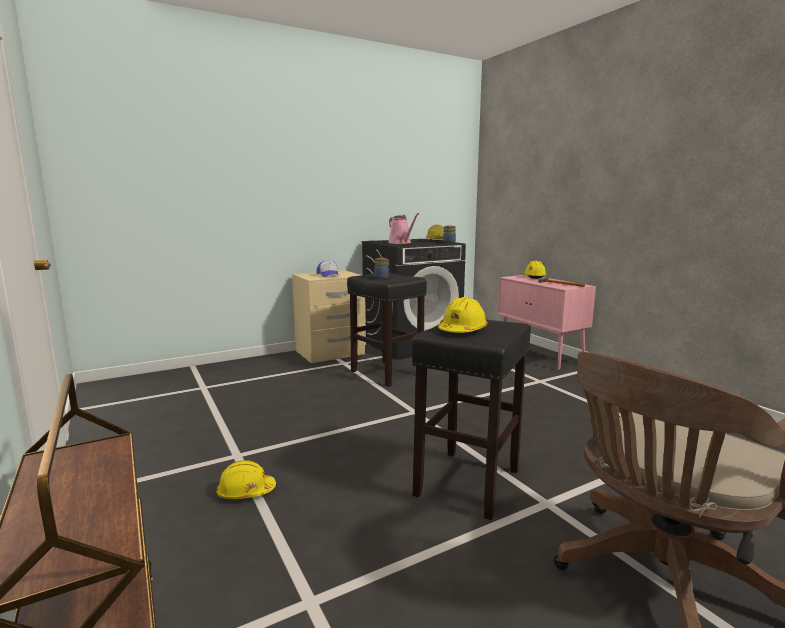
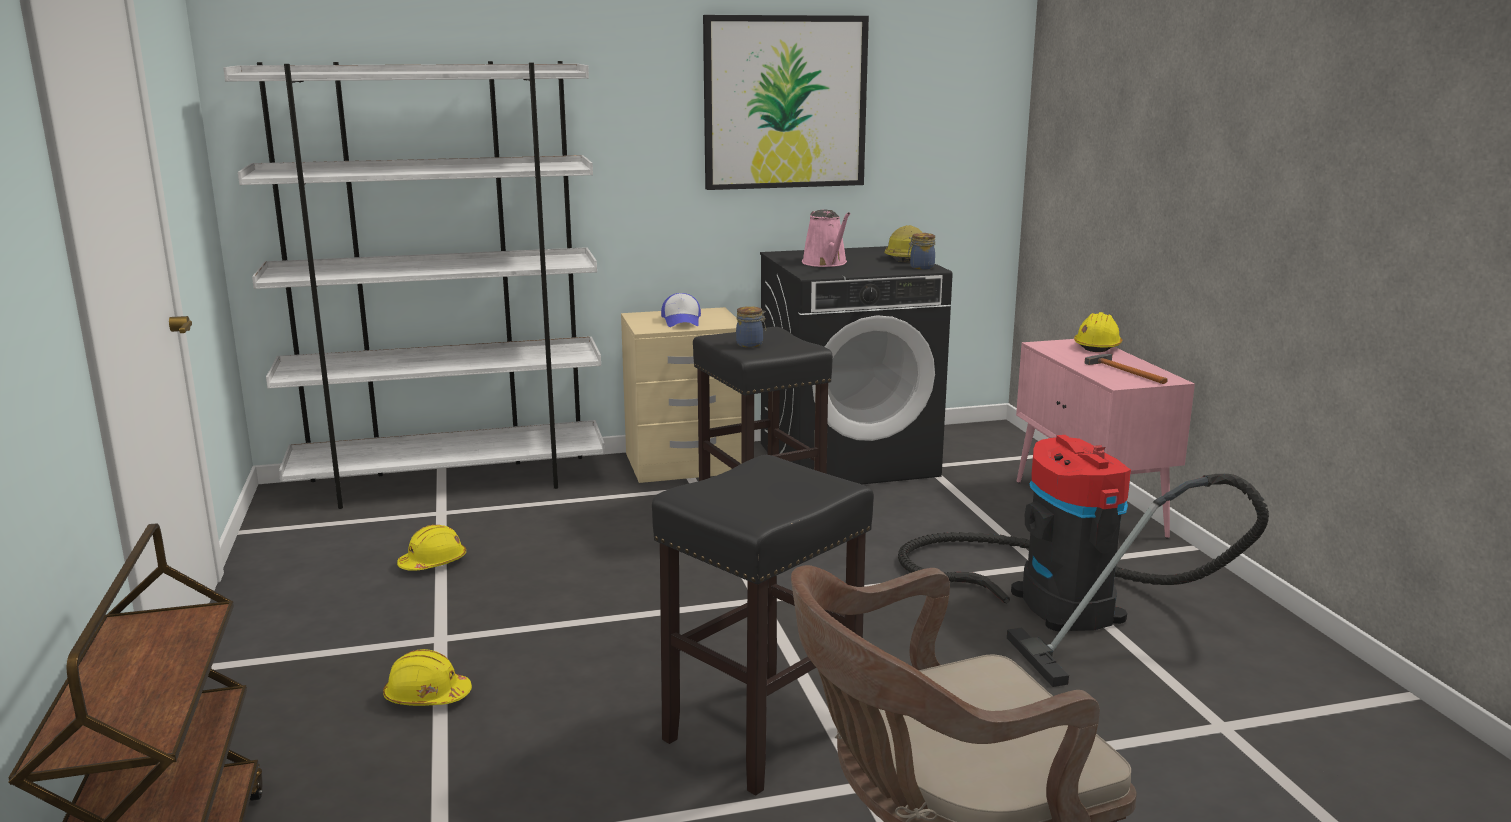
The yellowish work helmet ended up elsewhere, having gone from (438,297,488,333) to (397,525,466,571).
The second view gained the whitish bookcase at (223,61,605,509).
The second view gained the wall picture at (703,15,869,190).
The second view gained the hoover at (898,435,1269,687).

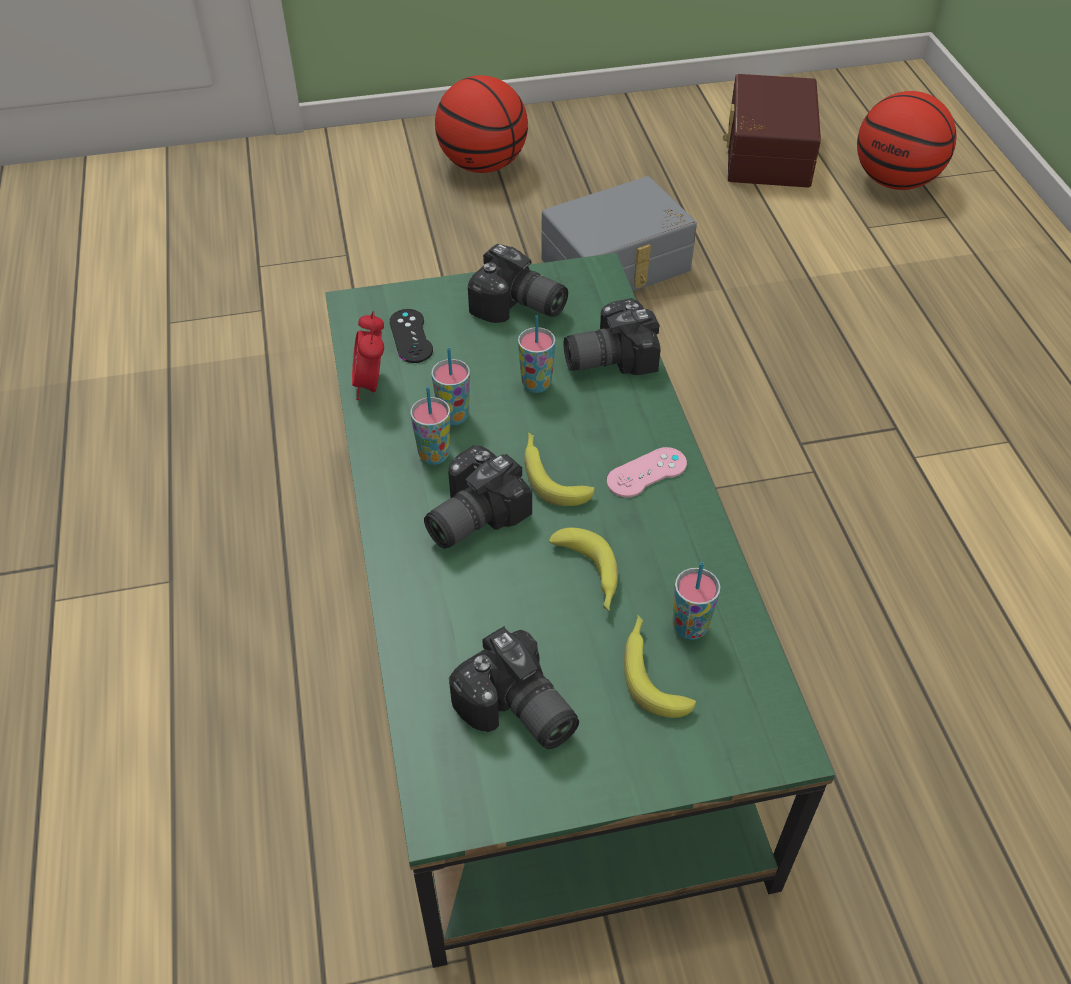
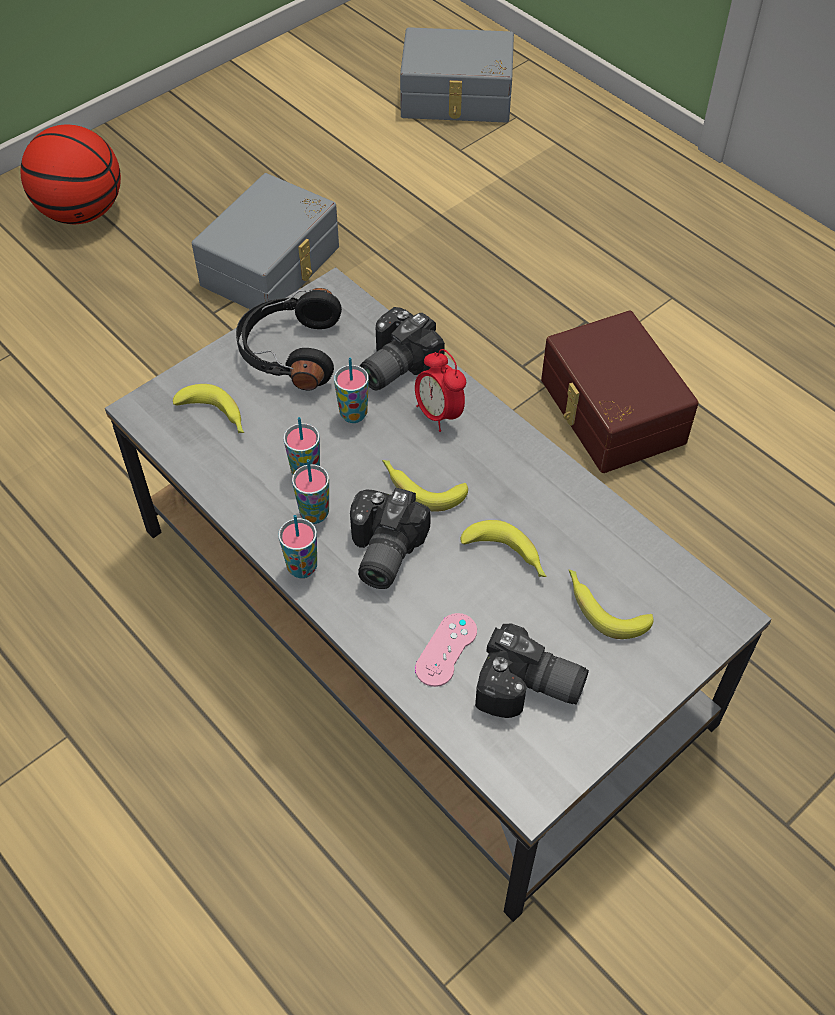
What was the green-coloured coffee table at (325,253,835,968) turned into the gray coffee table at (105,267,771,922).
The bedside clock ended up elsewhere, having gone from (352,311,384,400) to (415,349,466,432).
Where the black game controller stood at (389,309,433,363), the banana came to stand at (173,384,244,433).
Where the still camera stood at (468,244,568,323), the black headphones came to stand at (236,288,342,390).
The pink-coloured game controller ended up elsewhere, having gone from (607,447,687,497) to (415,613,477,687).
The drinking cup ended up elsewhere, having gone from (673,562,721,640) to (278,515,317,578).
The brown-coloured storage container ended up elsewhere, having gone from (723,74,821,188) to (541,311,699,473).
Where the basketball ball stood at (857,91,956,190), the gray storage container came to stand at (400,27,514,122).

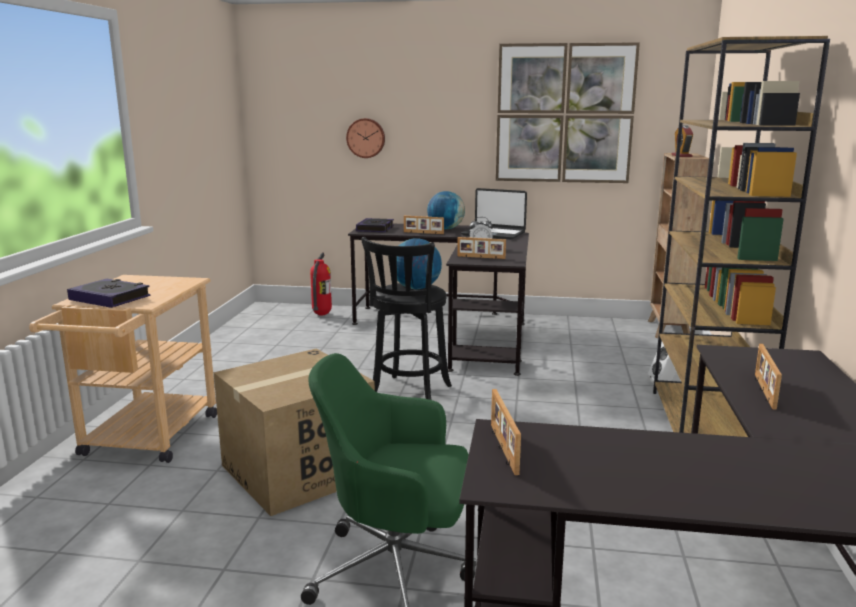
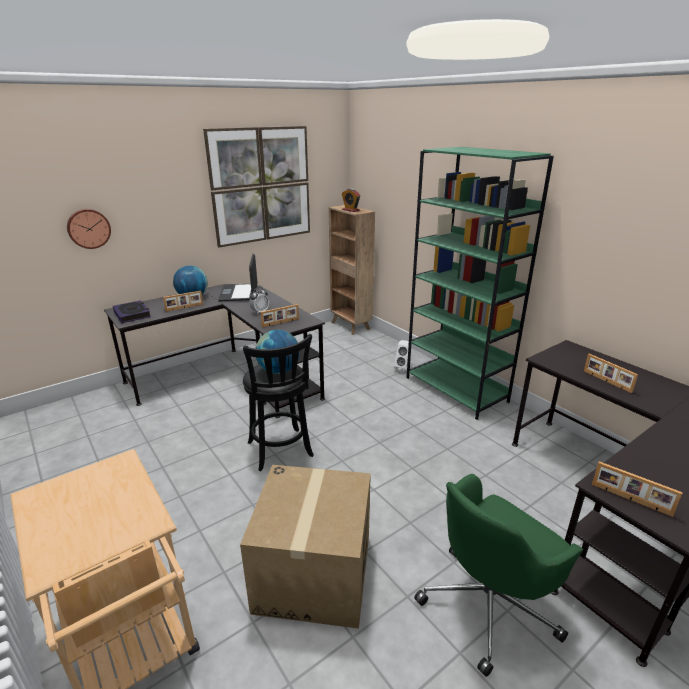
The second view lost the volume at (67,279,150,308).
The second view lost the extinguisher at (310,252,332,316).
The laptop at (461,188,527,239) ended up facing another way, 105 degrees clockwise from before.
What was the brown-coloured bookcase at (653,36,830,437) turned into the green-coloured bookcase at (407,147,554,420).

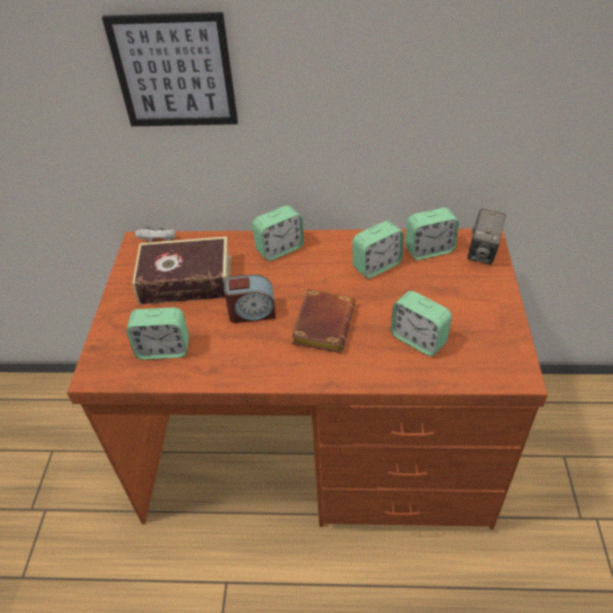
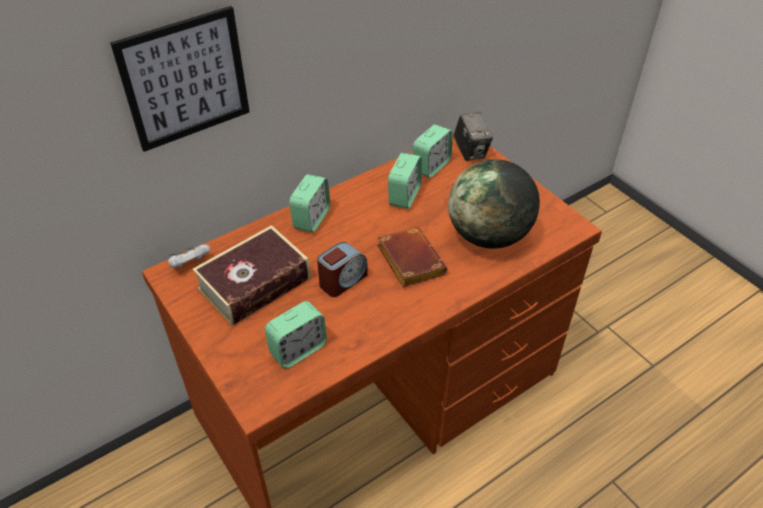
Where the bedside clock stood at (391,291,452,356), the world globe came to stand at (448,159,540,249).

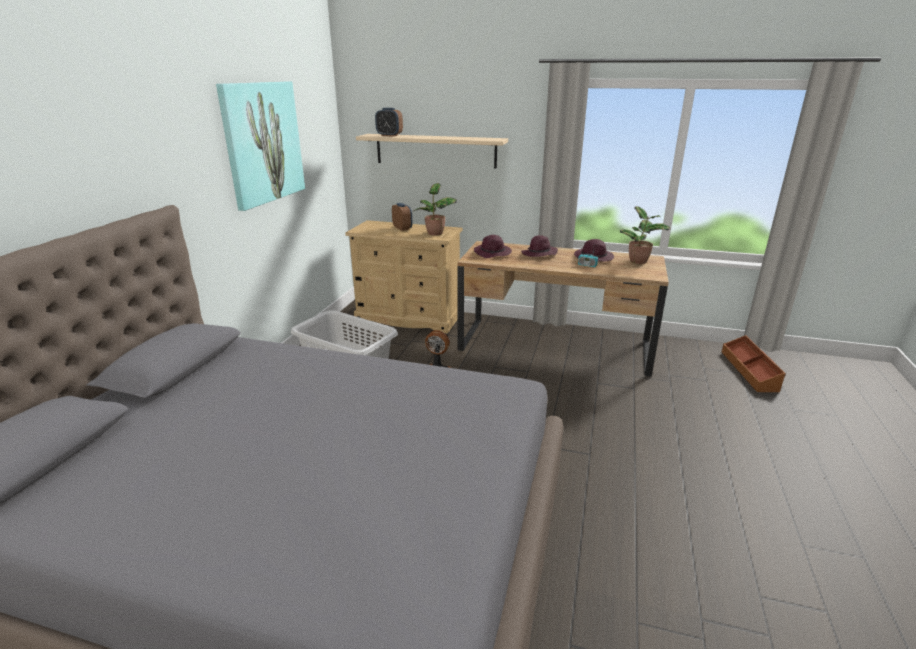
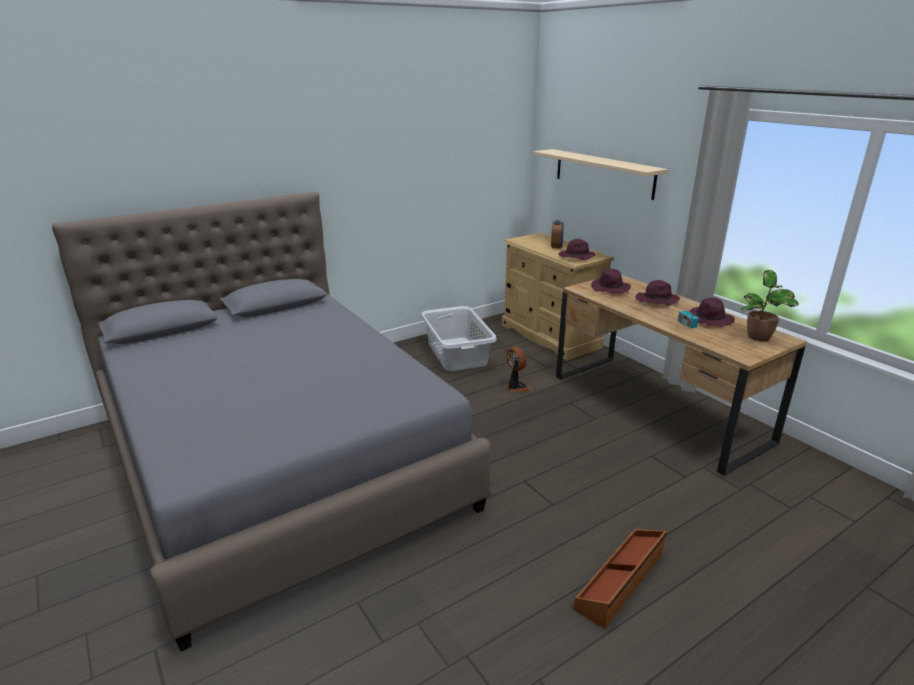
The second view lost the wall picture at (216,82,305,211).
The second view lost the bedside clock at (375,108,403,137).
Where the plant in a pot stood at (414,183,457,236), the purplish wearable hat came to stand at (559,239,596,261).
The brown-coloured storage container ended up elsewhere, having gone from (722,335,786,392) to (574,529,667,629).

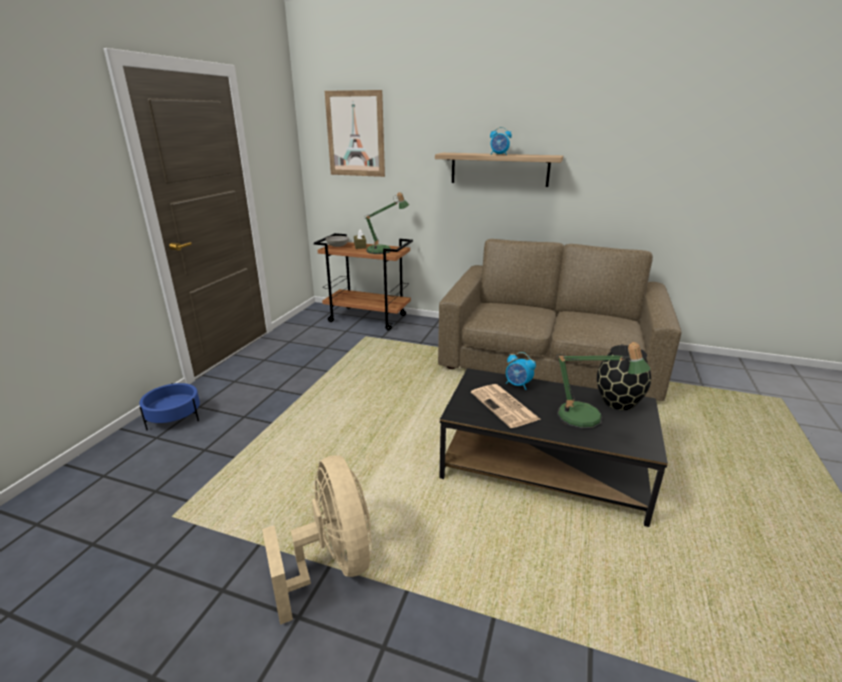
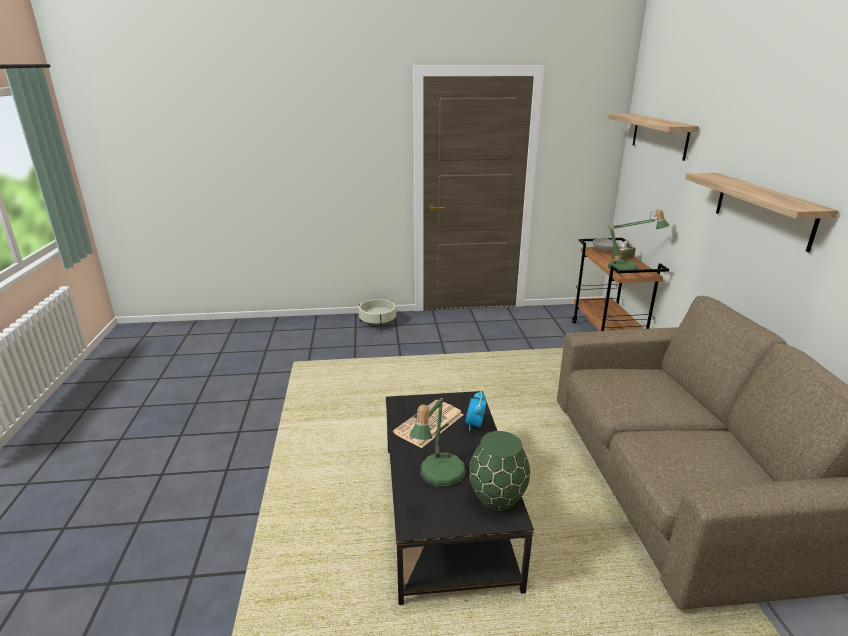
What was the bluish plant pot at (139,383,200,430) turned into the beige-coloured plant pot at (359,299,396,332).
The second view lost the beige-coloured fan at (262,456,372,625).
Where the wall picture hung at (325,90,385,177), the shelf came to hang at (608,114,699,161).
The second view lost the bedside clock at (490,127,512,155).
What was the black flower vase at (597,345,651,410) turned into the green-coloured flower vase at (469,431,530,511).

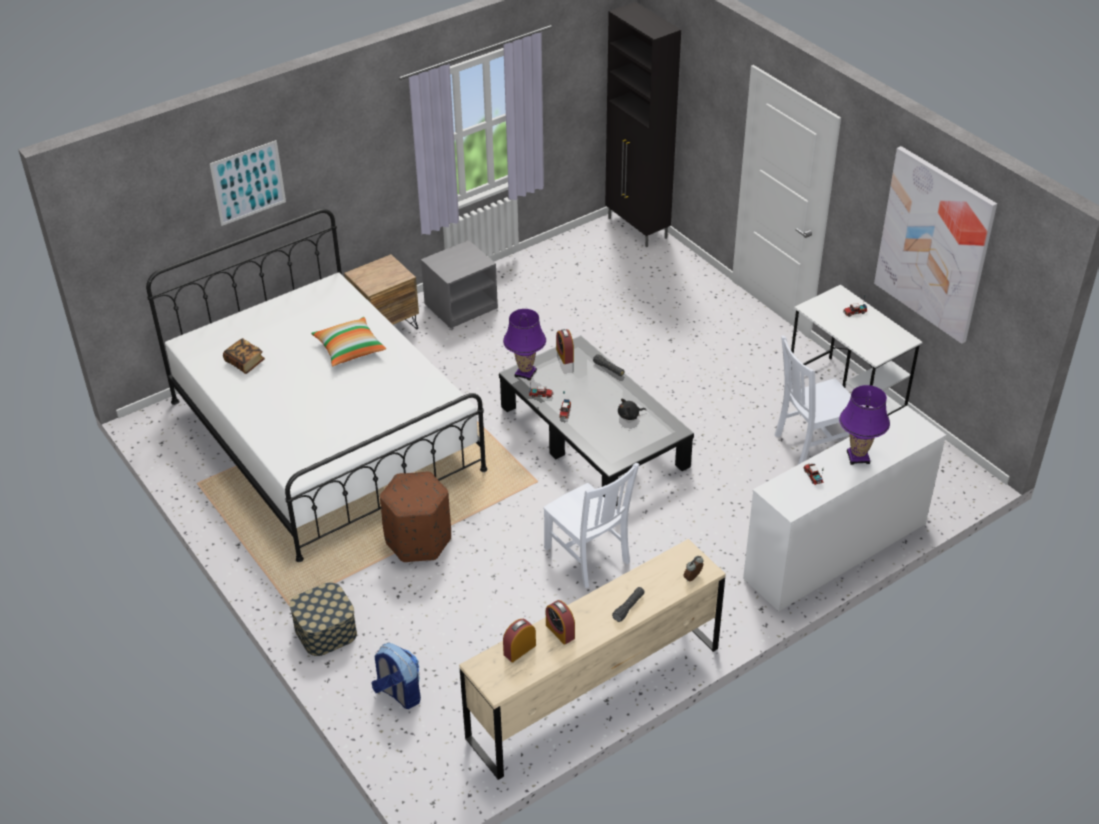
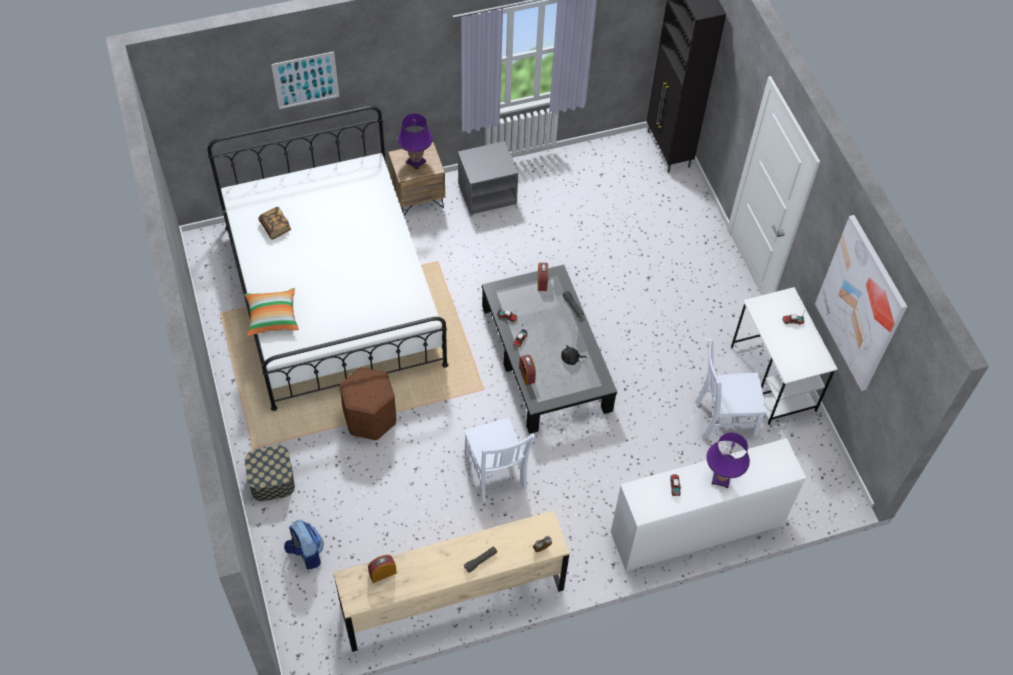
The throw pillow ended up elsewhere, having gone from (311,317,386,366) to (244,288,299,336).
The purplish table lamp ended up elsewhere, having gone from (503,309,546,381) to (397,114,433,170).
The bedside clock ended up elsewhere, having gone from (546,600,575,645) to (519,355,536,385).

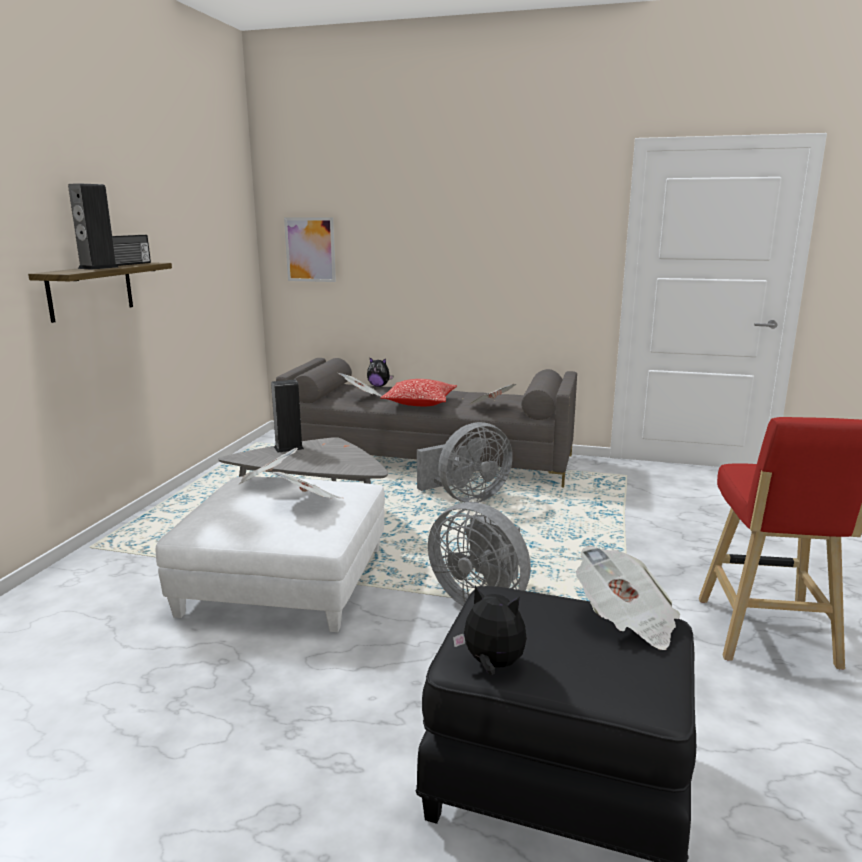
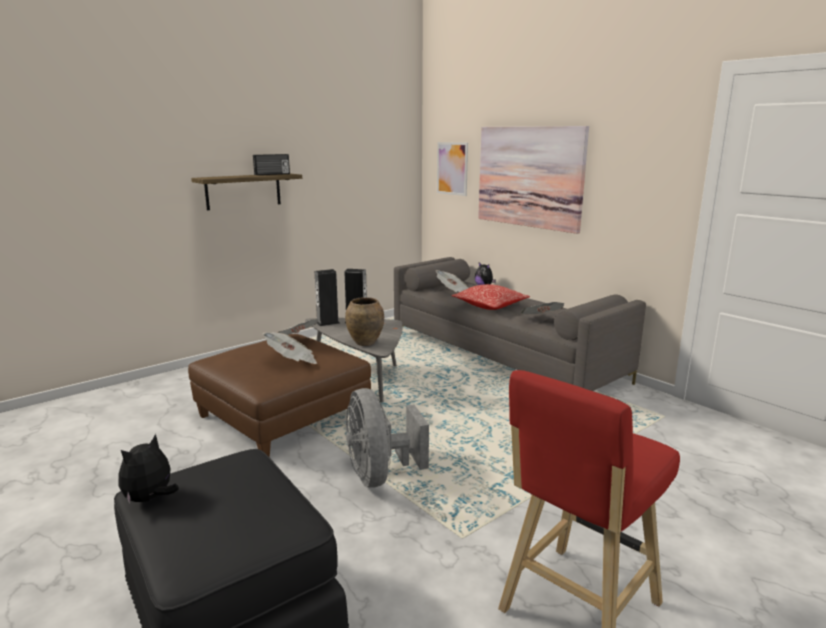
The loudspeaker ended up elsewhere, having gone from (68,183,118,270) to (315,269,340,326).
What was the whitish footrest at (156,476,385,632) turned into the brown-coloured footrest at (188,334,371,458).
The second view lost the gray fan at (417,422,513,503).
The cuddly toy at (453,585,527,675) ended up facing another way, 120 degrees counterclockwise from before.
The second view lost the daily paper at (576,546,680,650).
The second view gained the brown-coloured flower vase at (345,297,384,346).
The second view gained the wall picture at (478,126,589,234).

